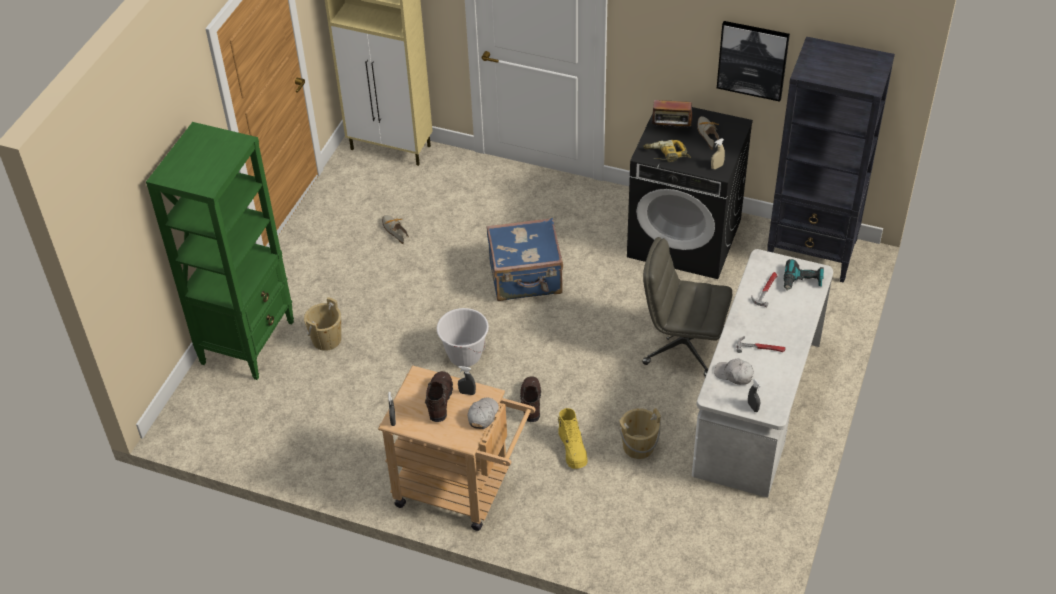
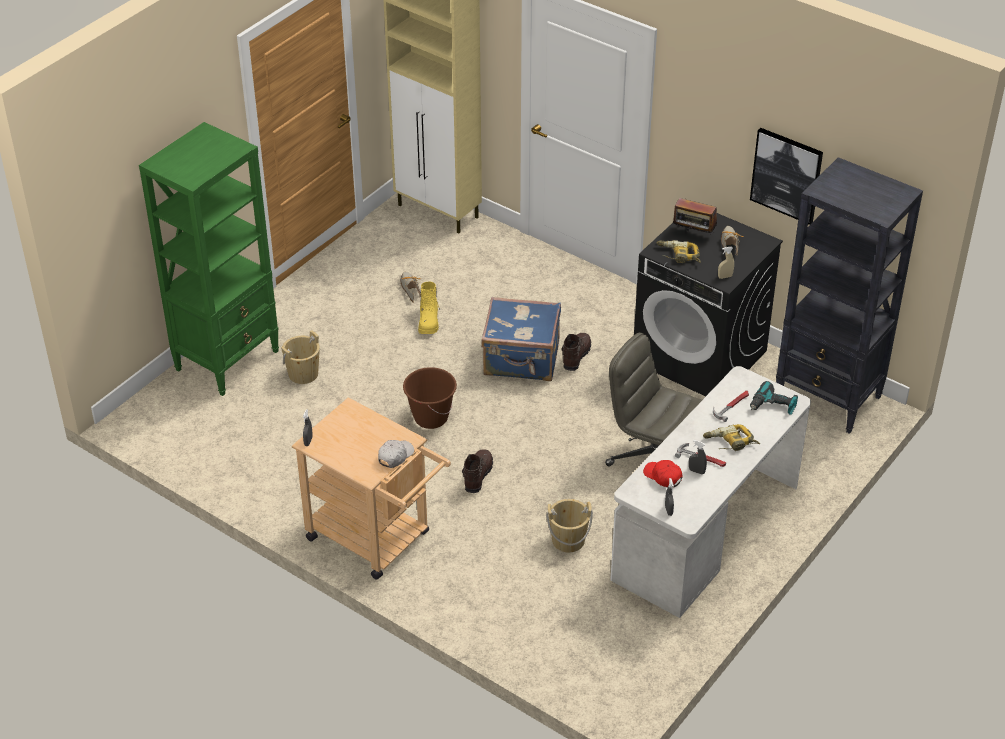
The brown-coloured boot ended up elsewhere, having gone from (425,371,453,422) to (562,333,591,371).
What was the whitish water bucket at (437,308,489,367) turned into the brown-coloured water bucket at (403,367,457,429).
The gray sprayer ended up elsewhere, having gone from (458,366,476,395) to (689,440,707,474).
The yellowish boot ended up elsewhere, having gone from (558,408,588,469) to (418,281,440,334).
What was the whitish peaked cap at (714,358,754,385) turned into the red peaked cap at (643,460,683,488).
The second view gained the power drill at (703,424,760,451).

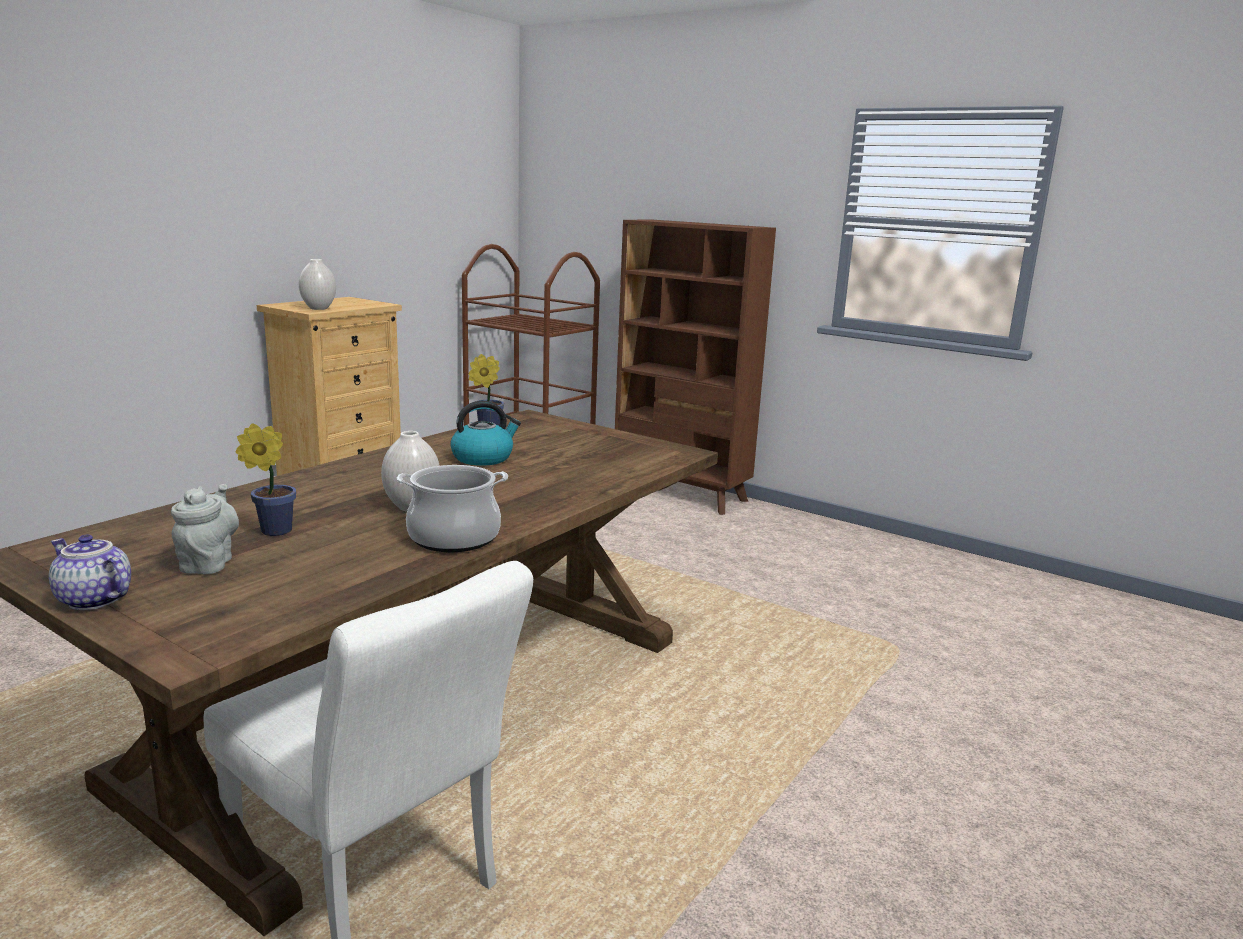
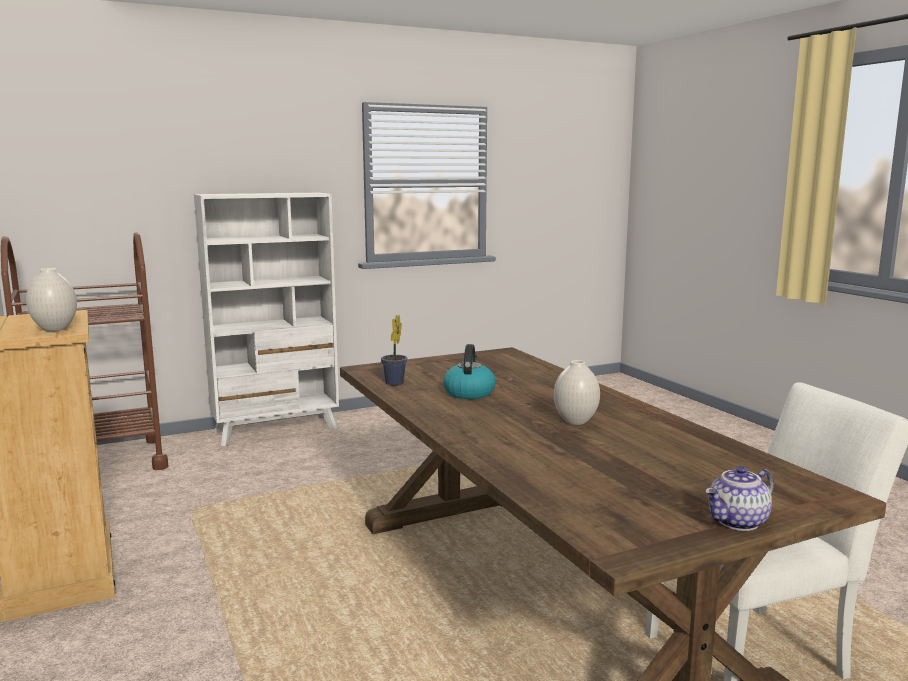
The second view lost the gray tea pot at (171,484,239,574).
The second view lost the plant in a pot at (236,423,296,536).
The second view lost the cooking pot at (397,465,508,552).
What was the brown-coloured bookcase at (615,220,776,515) turned into the whitish bookcase at (194,193,339,447).

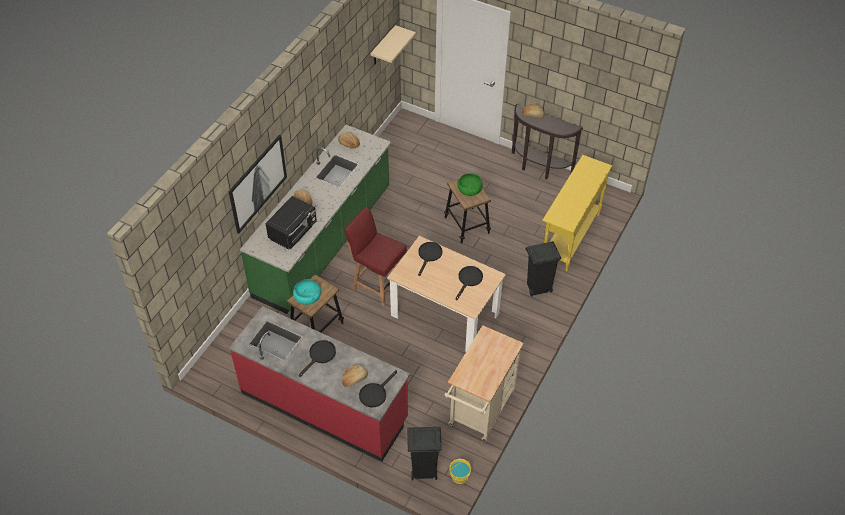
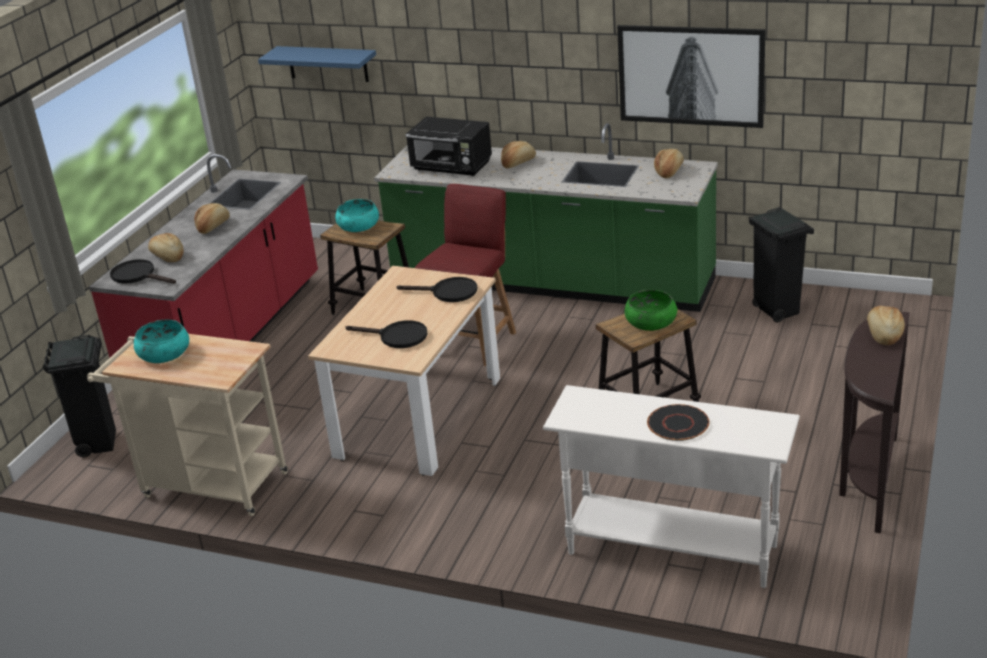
The wall picture ended up elsewhere, having gone from (228,135,287,234) to (617,25,765,128).
Where the black pan stood at (299,340,336,377), the baked bread came to stand at (194,203,230,234).
The second view lost the beige-coloured shelf at (371,25,416,64).
The second view lost the yellowish water bucket at (449,459,471,484).
The black rubbish bin ended up elsewhere, having gone from (526,241,561,297) to (748,207,814,323).
What was the yellowish hall table at (542,155,612,271) turned into the whitish hall table at (543,385,800,588).
The second view gained the turquoise-coloured deep dish at (134,320,189,363).
The second view gained the bluish shelf at (258,46,376,82).
The second view gained the black dinner plate at (647,404,709,441).

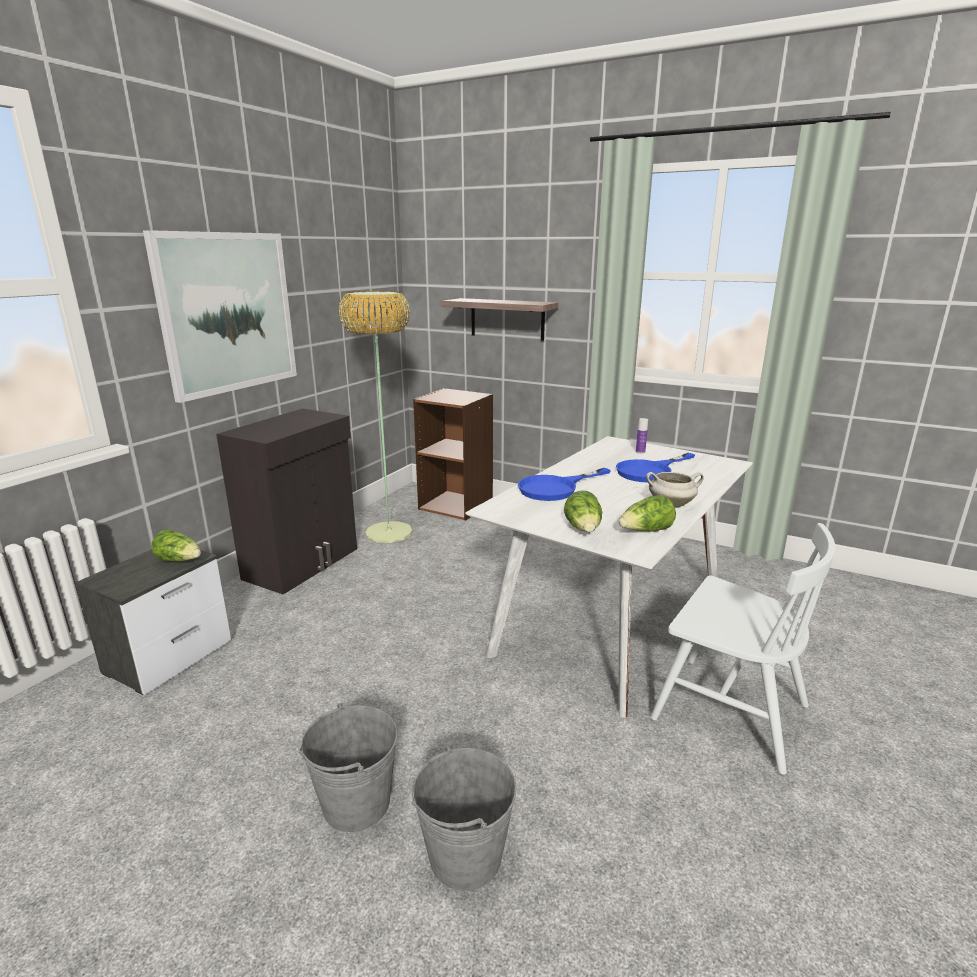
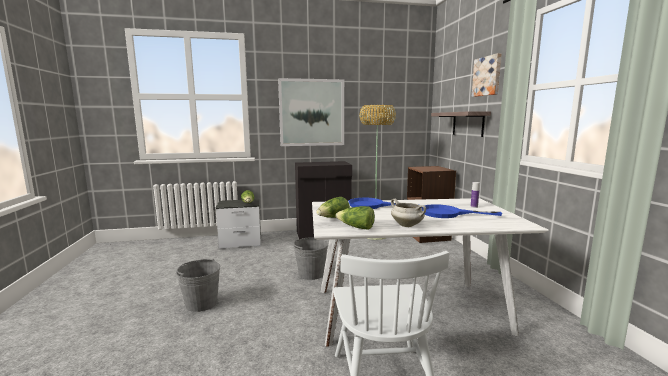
The gray water bucket ended up elsewhere, having gone from (412,745,517,891) to (294,237,328,280).
The second view gained the wall picture at (472,53,502,97).

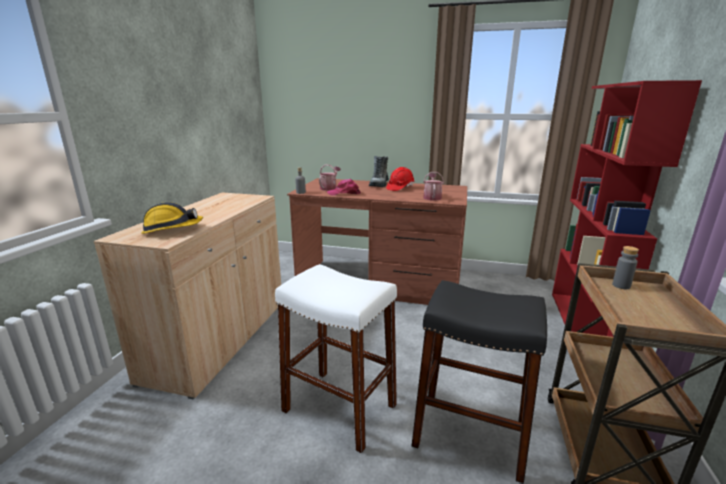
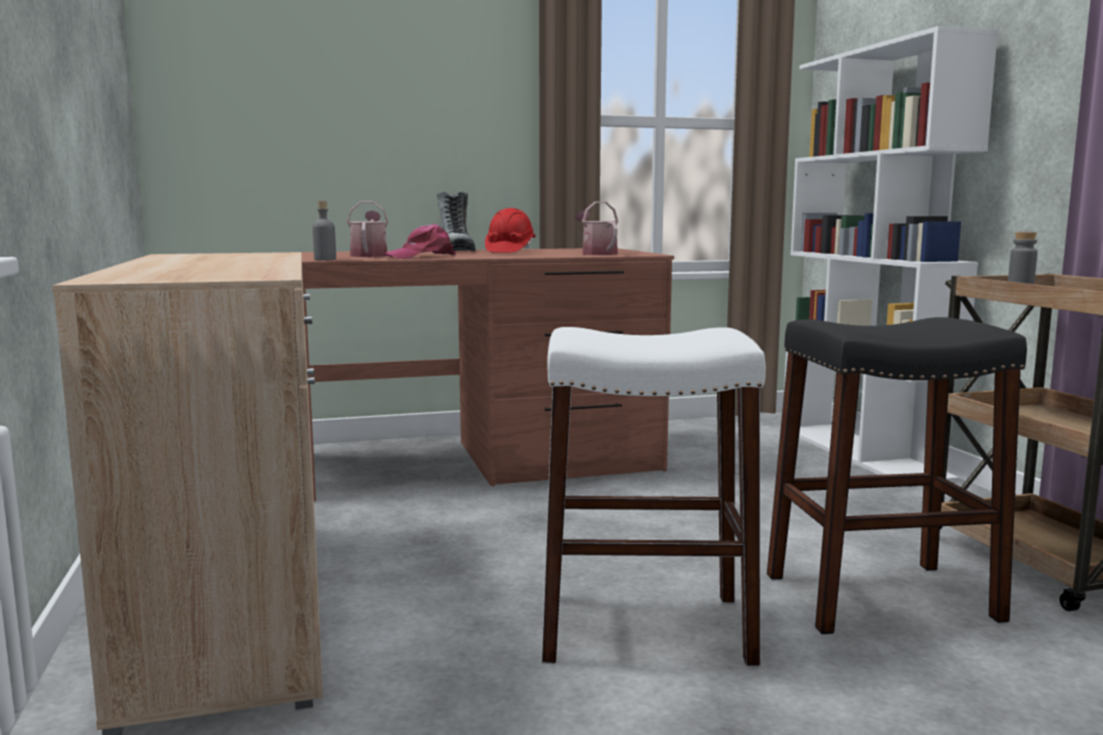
The second view lost the work helmet at (141,202,203,234).
What was the red bookcase at (552,80,702,337) turned into the whitish bookcase at (784,26,998,487).

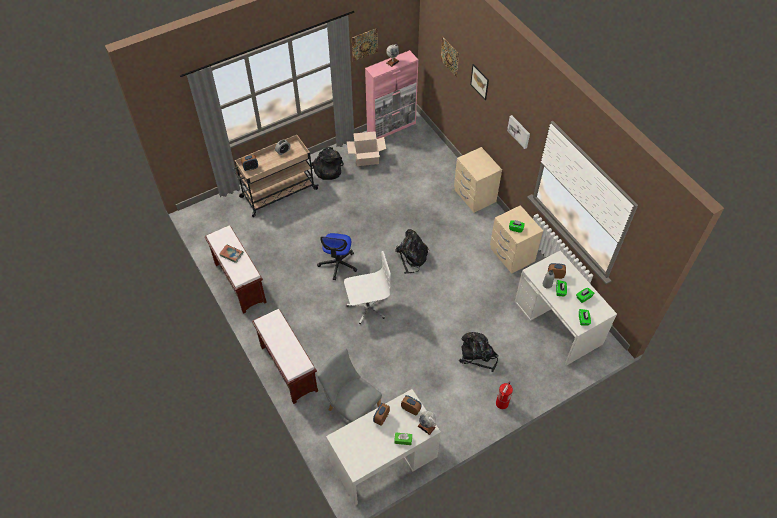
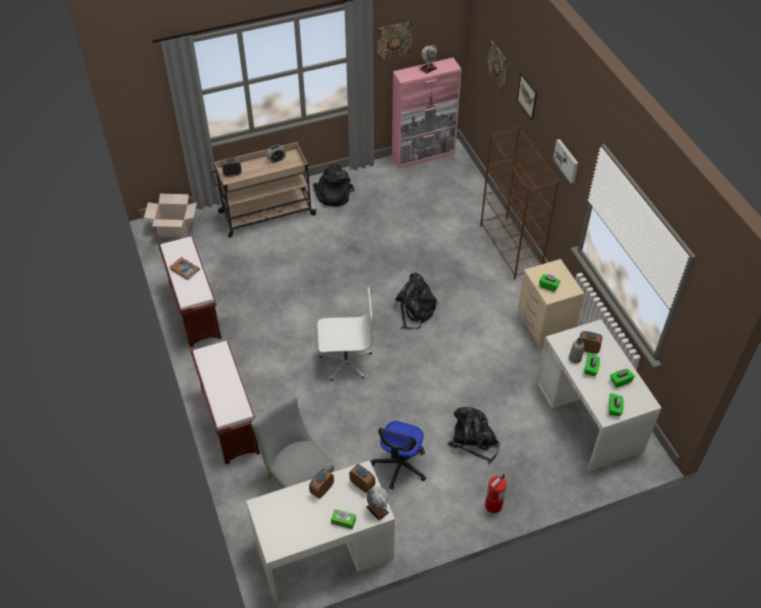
The computer chair ended up elsewhere, having gone from (317,233,357,280) to (370,421,427,490).
The cardboard box ended up elsewhere, having gone from (347,131,386,166) to (144,194,197,237).
Where the beige-coloured bedside table stood at (454,147,502,212), the brown-coloured bookcase came to stand at (480,127,560,280).

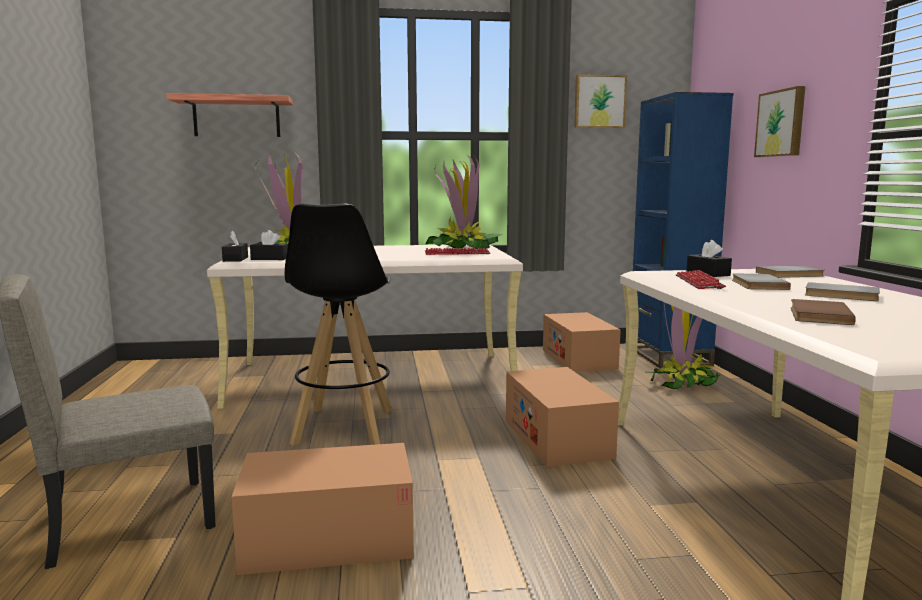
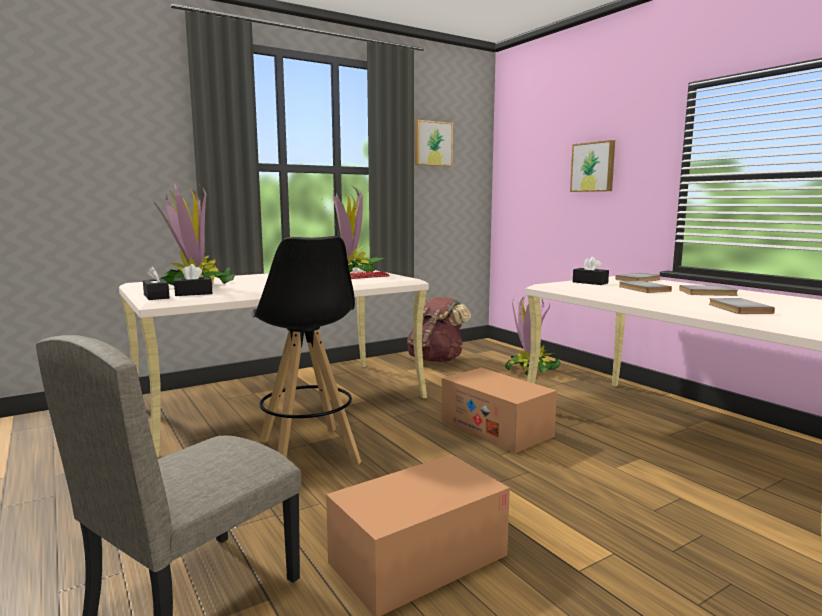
The second view lost the shelf at (166,93,293,137).
Where the cardboard box stood at (543,312,621,372), the brown-coloured knapsack came to stand at (407,297,471,362).
The second view lost the bluish bookcase at (633,92,734,368).
The second view lost the computer keyboard at (675,270,726,289).
What was the brown-coloured volume at (791,299,855,325) turned into the gray volume at (708,298,775,314).

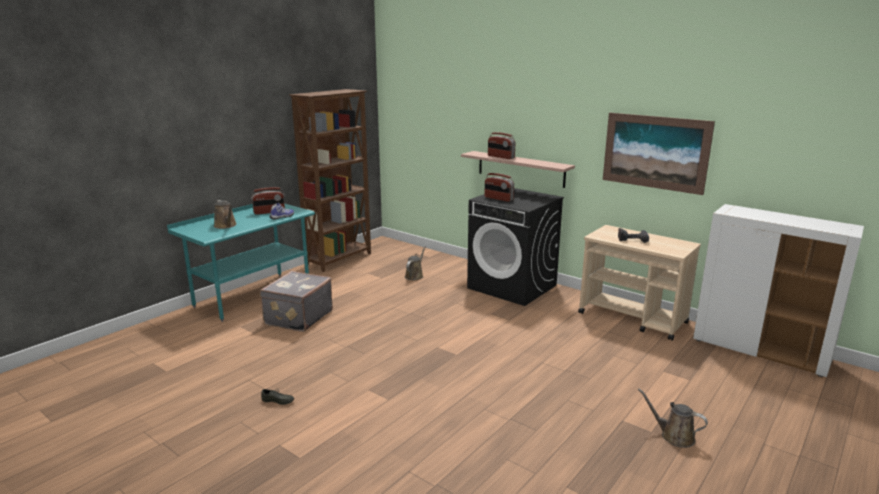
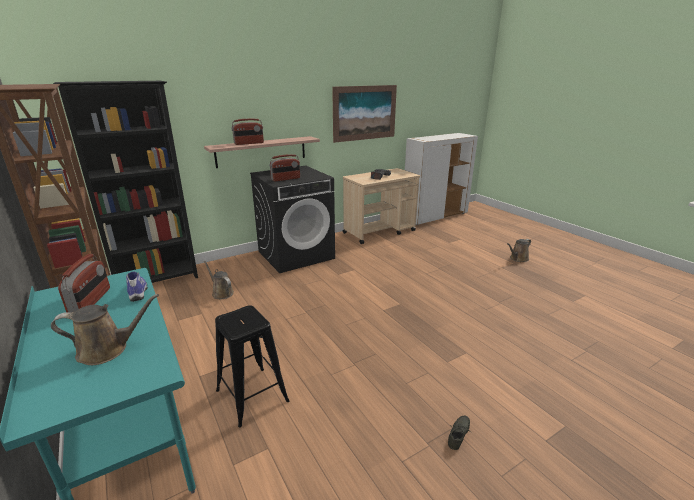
Where the gray piece of luggage stood at (260,271,333,332), the black sitting stool came to stand at (215,305,289,427).
The second view gained the black bookcase at (53,81,198,283).

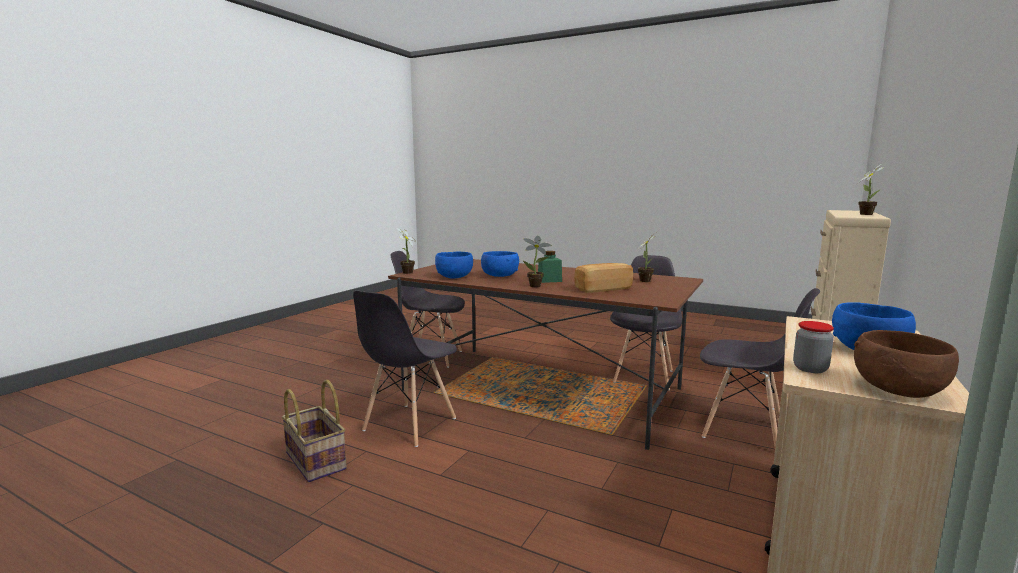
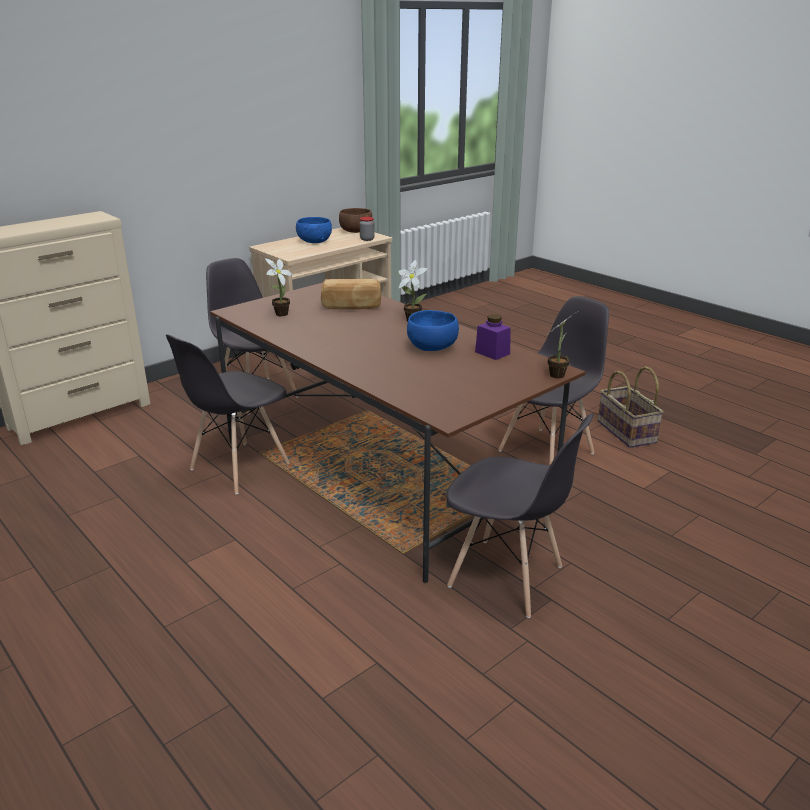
Where the bluish deep dish stood at (435,252,473,279), the purplish storage jar came to stand at (475,314,511,360).
The second view lost the green-coloured storage jar at (538,251,562,283).
The second view lost the plant in a pot at (856,165,885,215).

